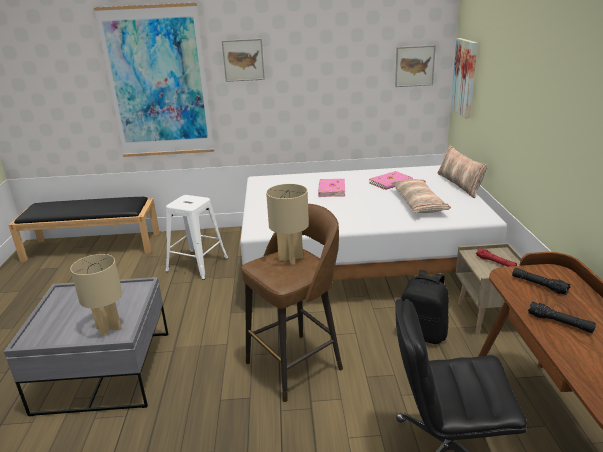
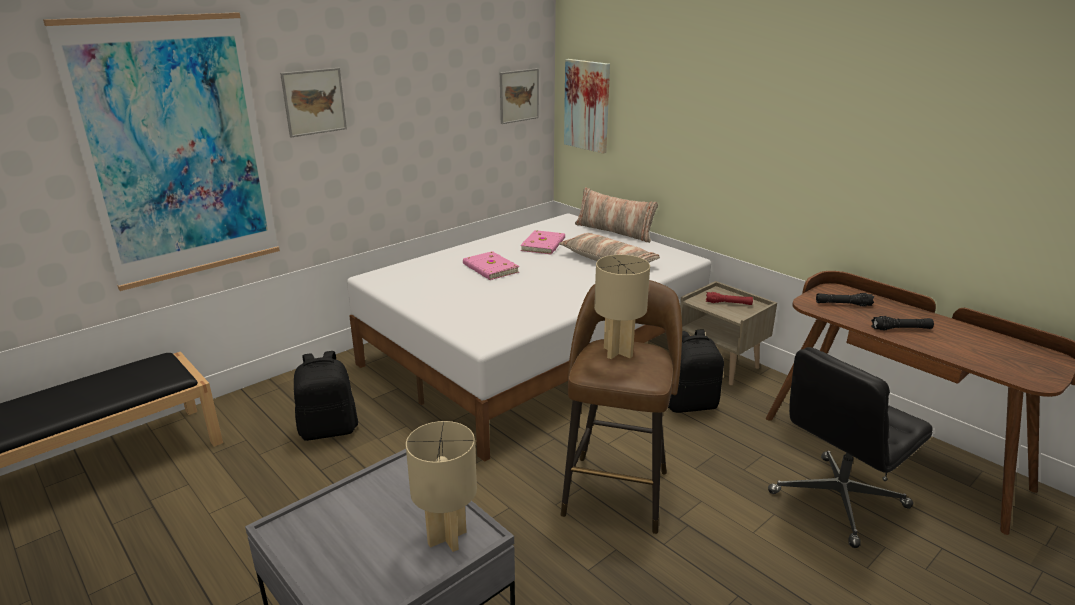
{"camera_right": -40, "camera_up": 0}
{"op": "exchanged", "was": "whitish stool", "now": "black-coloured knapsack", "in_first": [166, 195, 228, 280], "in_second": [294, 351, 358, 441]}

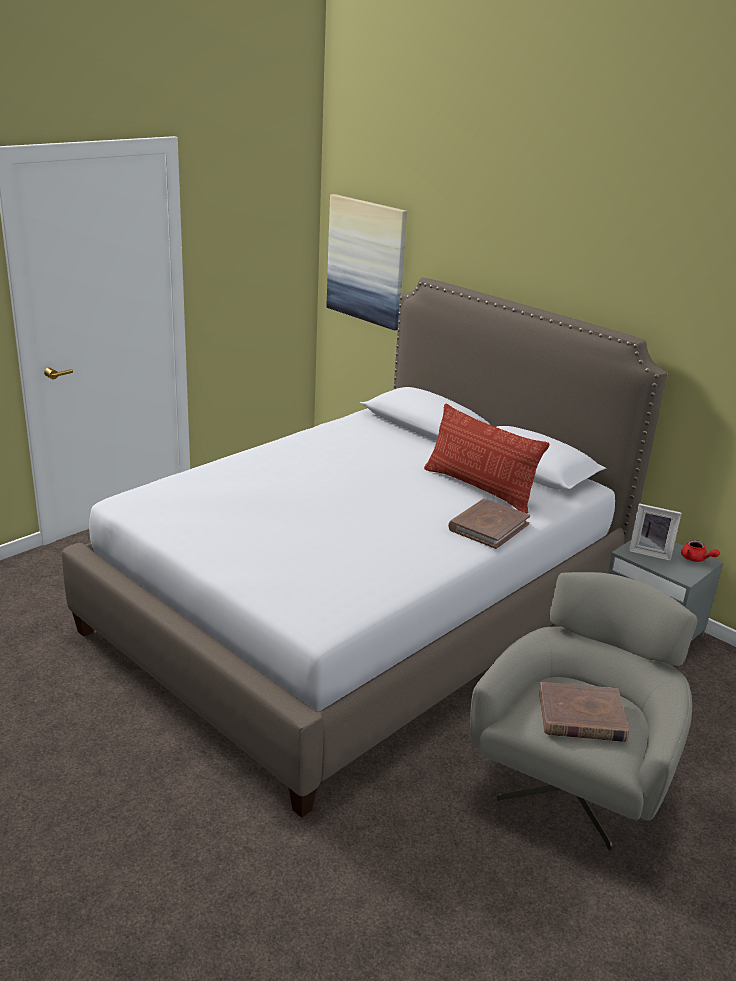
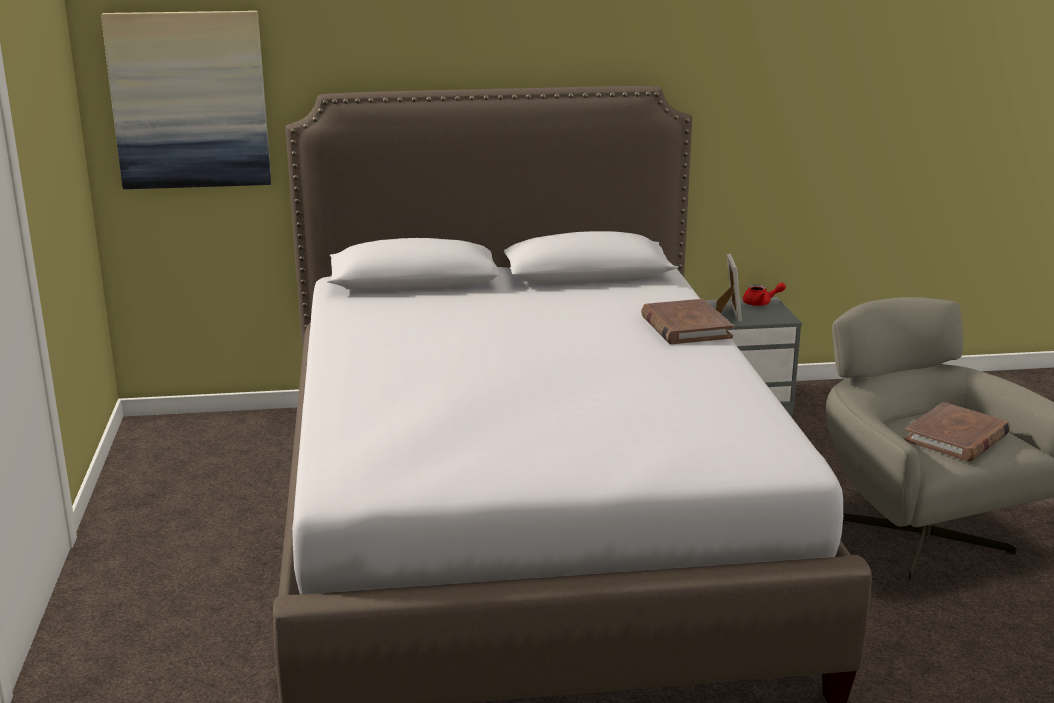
{"camera_right": -50, "camera_up": -5}
{"op": "spun", "was": "picture frame", "in_first": [629, 503, 682, 561], "in_second": [716, 253, 742, 322], "clockwise": -60}
{"op": "missing", "was": "throw pillow", "in_first": [424, 404, 550, 514]}

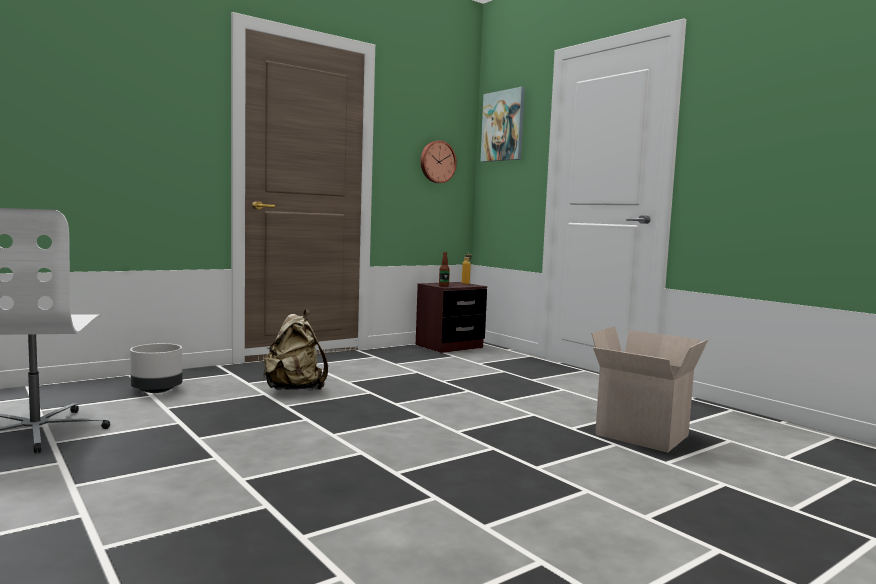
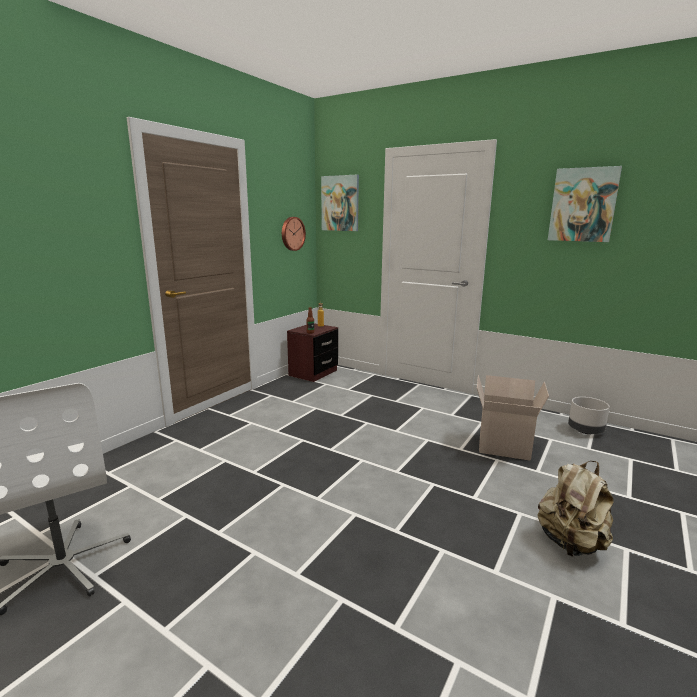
{"camera_right": -20, "camera_up": 10}
{"op": "relocated", "was": "beige-coloured knapsack", "in_first": [263, 309, 328, 390], "in_second": [537, 461, 614, 557]}
{"op": "appeared", "now": "wall art", "in_second": [548, 166, 622, 242]}
{"op": "relocated", "was": "greyish planter", "in_first": [130, 343, 182, 393], "in_second": [568, 397, 610, 434]}

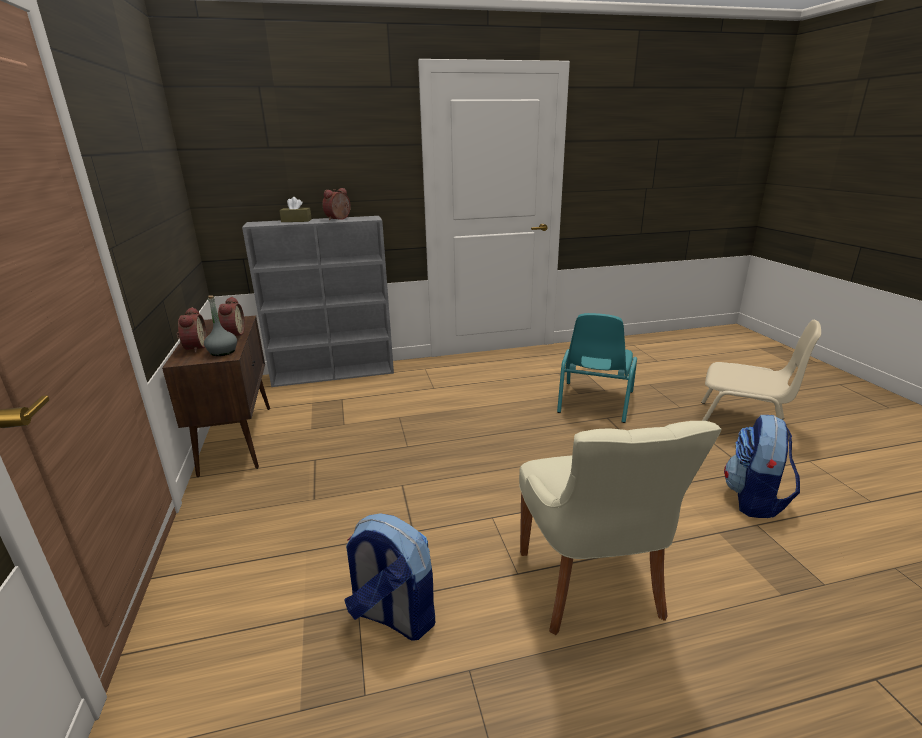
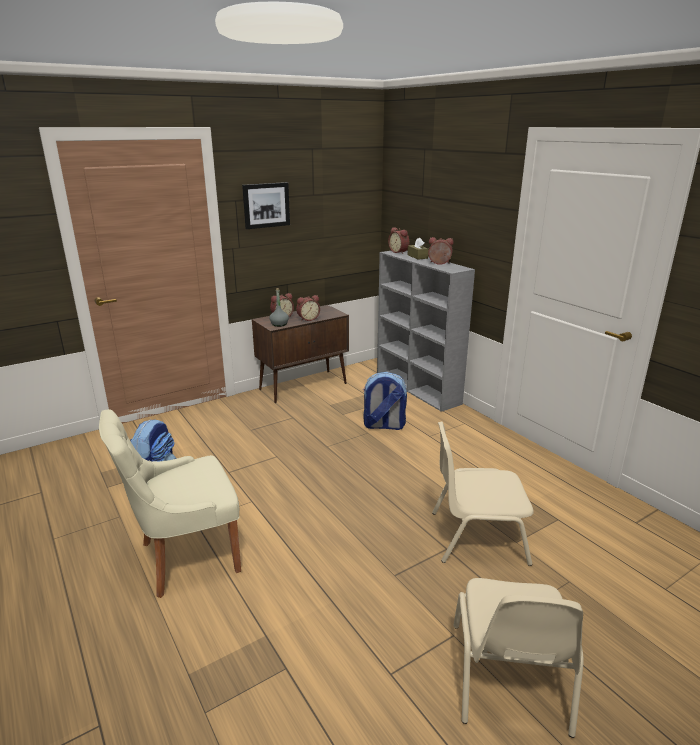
{"camera_right": 70, "camera_up": 0}
{"op": "appeared", "now": "wall art", "in_second": [242, 182, 290, 229]}
{"op": "relocated", "was": "knapsack", "in_first": [724, 415, 800, 518], "in_second": [363, 372, 407, 430]}
{"op": "appeared", "now": "bedside clock", "in_second": [388, 227, 409, 254]}
{"op": "colour", "was": "turquoise-coloured chair", "now": "beige-coloured chair", "in_first": [557, 313, 637, 423], "in_second": [432, 421, 534, 566]}

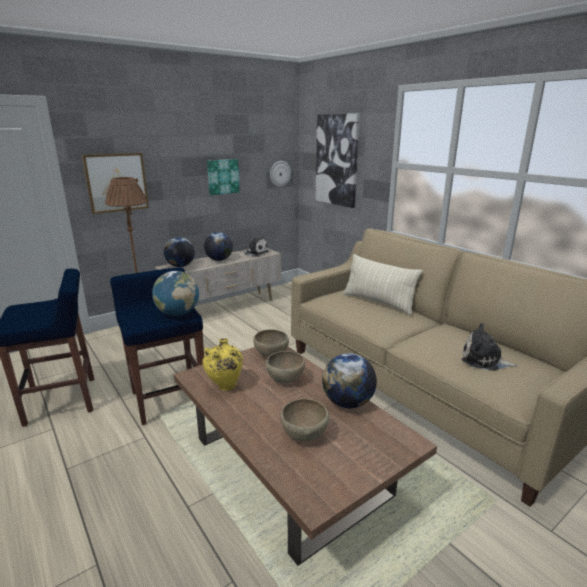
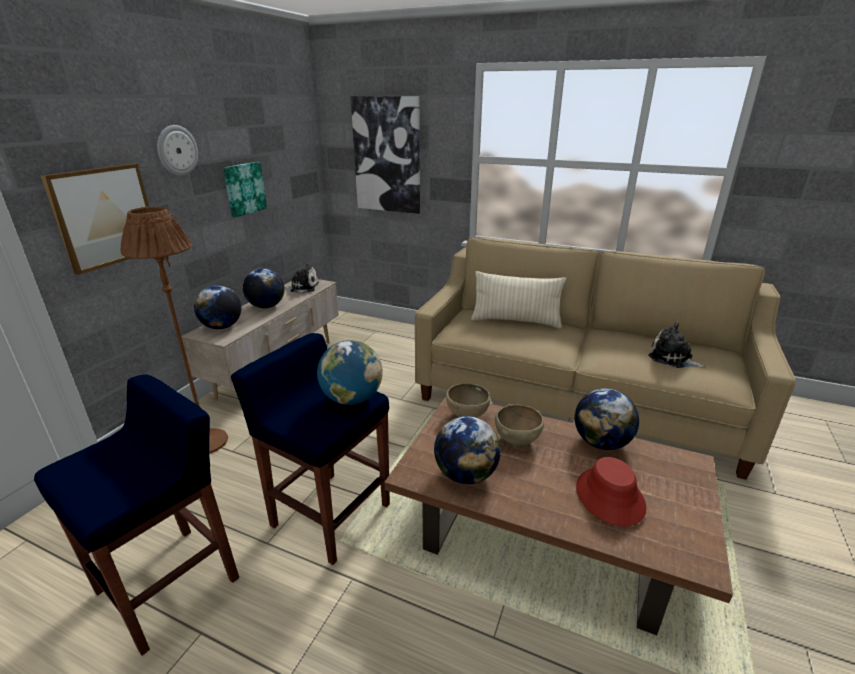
{"camera_right": -30, "camera_up": 5}
{"op": "relocated", "was": "clock on the wall", "in_first": [270, 161, 291, 187], "in_second": [157, 125, 198, 176]}
{"op": "exchanged", "was": "yellow-coloured flower vase", "now": "globe", "in_first": [202, 338, 243, 391], "in_second": [434, 416, 501, 484]}
{"op": "exchanged", "was": "brownish deep dish", "now": "red wearable hat", "in_first": [280, 398, 329, 442], "in_second": [576, 457, 647, 526]}
{"op": "spun", "was": "soft toy", "in_first": [461, 323, 518, 371], "in_second": [648, 322, 707, 368], "clockwise": 45}

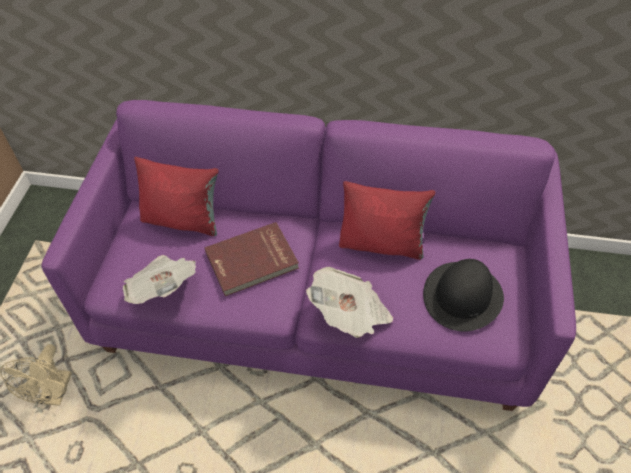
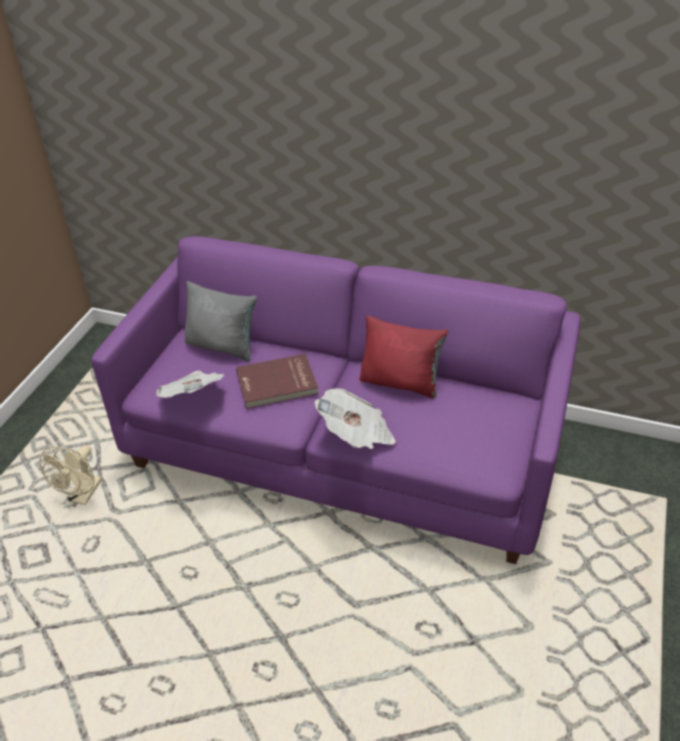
{"camera_right": 10, "camera_up": -10}
{"op": "colour", "was": "red throw pillow", "now": "greyish throw pillow", "in_first": [134, 157, 219, 236], "in_second": [185, 281, 257, 361]}
{"op": "missing", "was": "black-coloured wearable hat", "in_first": [423, 259, 504, 332]}

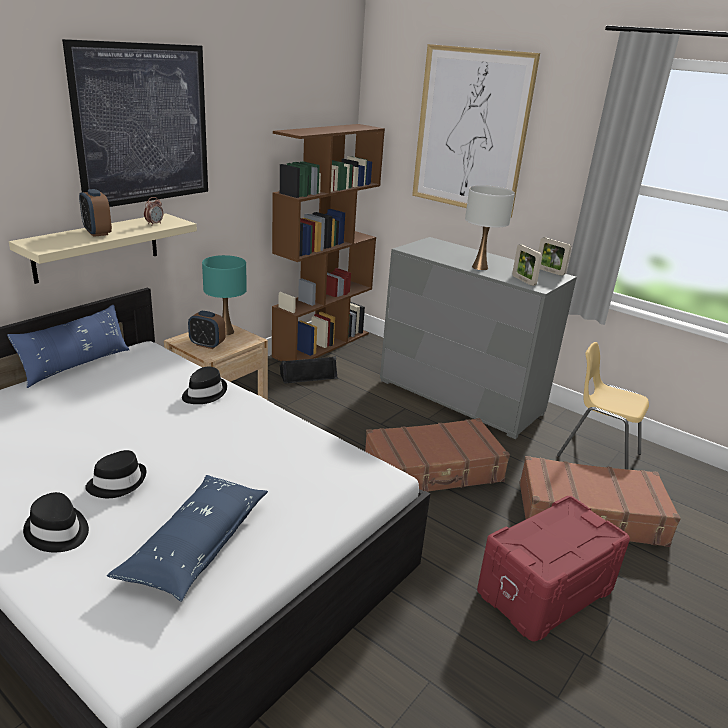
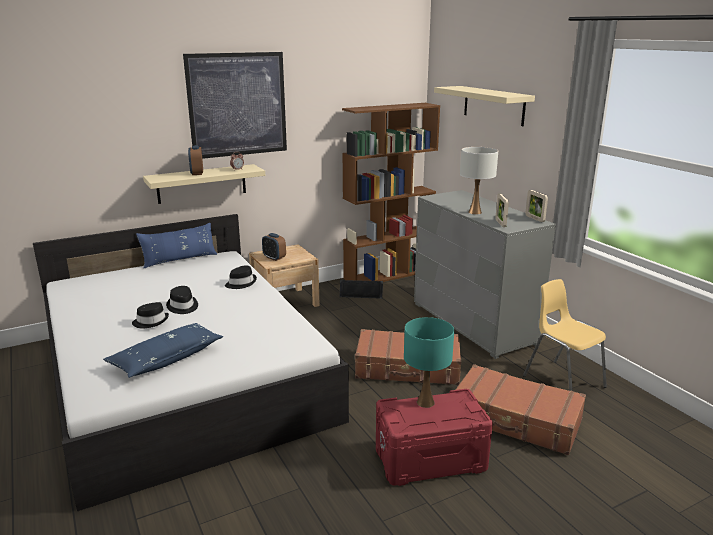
{"camera_right": 25, "camera_up": -5}
{"op": "relocated", "was": "black-coloured wearable hat", "in_first": [23, 492, 89, 552], "in_second": [166, 286, 198, 314]}
{"op": "relocated", "was": "turquoise-coloured lamp for a table", "in_first": [202, 255, 247, 335], "in_second": [404, 317, 454, 408]}
{"op": "exchanged", "was": "wall art", "now": "beige-coloured bracket shelf", "in_first": [412, 44, 540, 218], "in_second": [434, 86, 535, 126]}

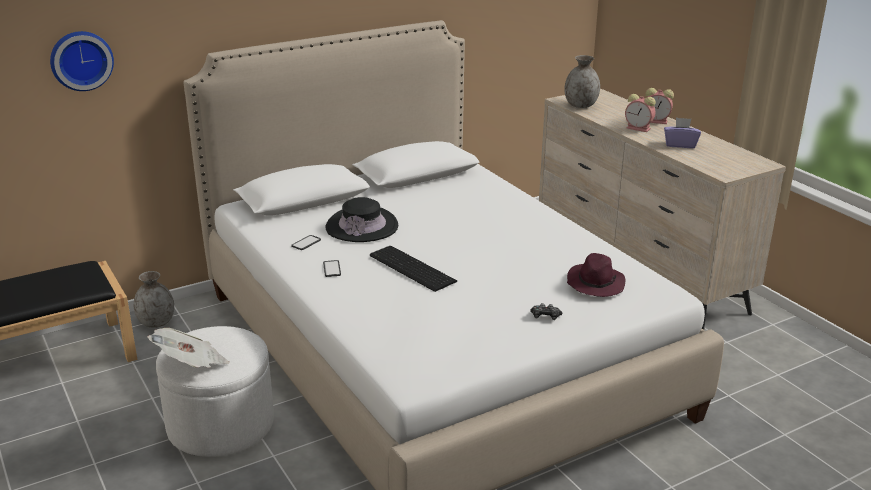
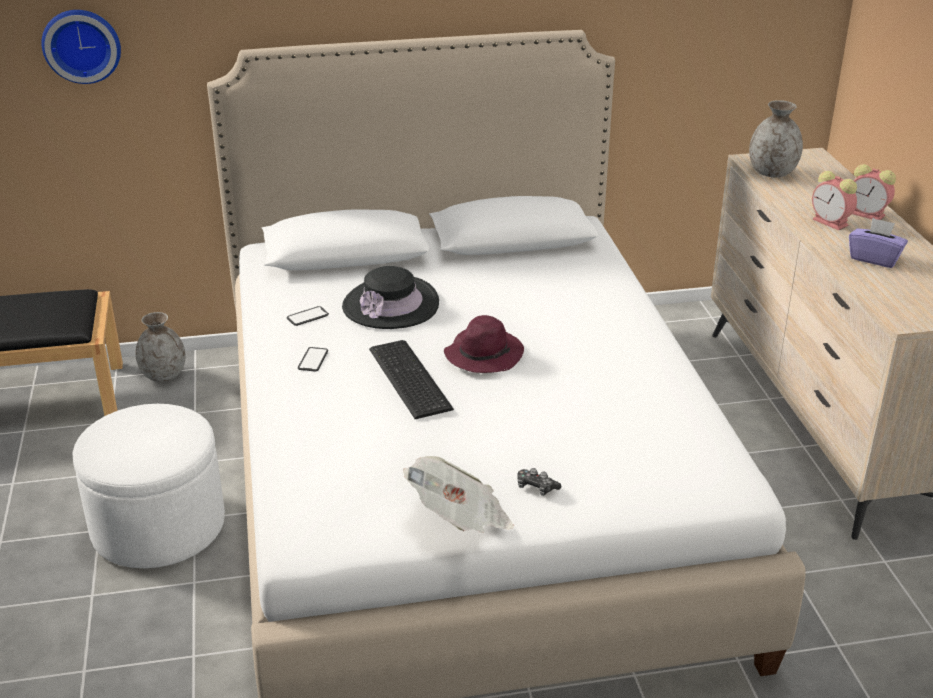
{"camera_right": 20, "camera_up": 5}
{"op": "relocated", "was": "daily paper", "in_first": [147, 328, 229, 368], "in_second": [403, 456, 514, 533]}
{"op": "relocated", "was": "purple-coloured wearable hat", "in_first": [567, 253, 625, 297], "in_second": [444, 315, 524, 373]}

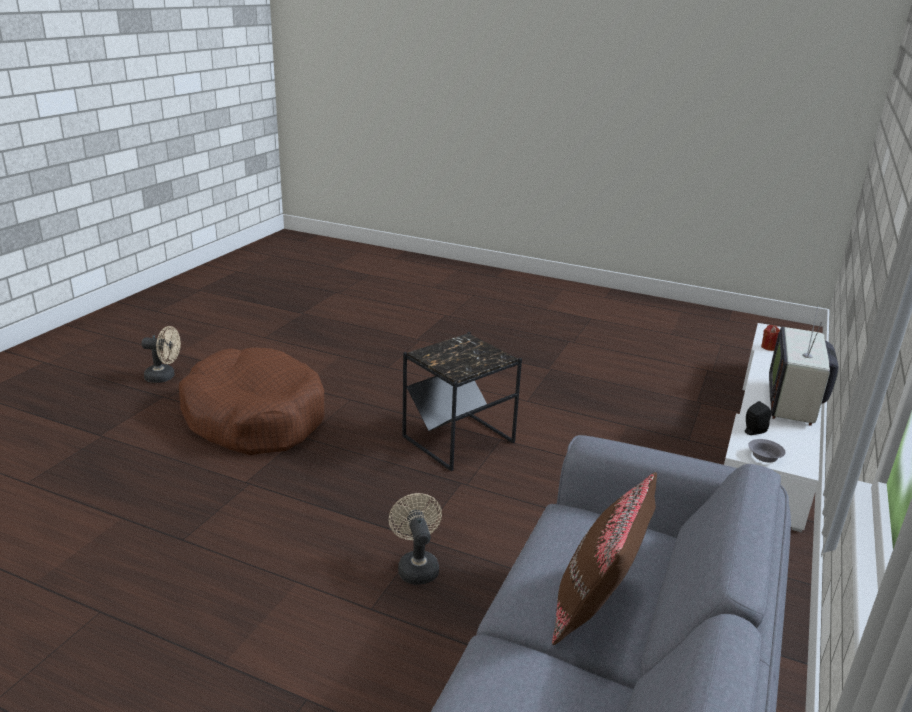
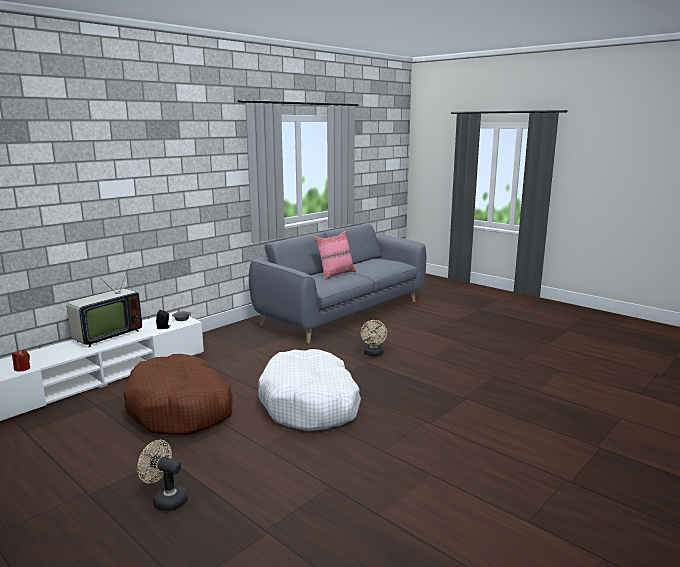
{"camera_right": -160, "camera_up": -10}
{"op": "relocated", "was": "brownish dog bed", "in_first": [179, 347, 325, 455], "in_second": [124, 354, 233, 435]}
{"op": "relocated", "was": "beige-coloured fan", "in_first": [141, 326, 181, 383], "in_second": [137, 440, 188, 511]}
{"op": "exchanged", "was": "black-coloured side table", "now": "whitish dog bed", "in_first": [402, 332, 522, 471], "in_second": [258, 349, 361, 431]}
{"op": "colour", "was": "brownish throw pillow", "now": "pink-coloured throw pillow", "in_first": [552, 472, 657, 645], "in_second": [314, 230, 356, 280]}

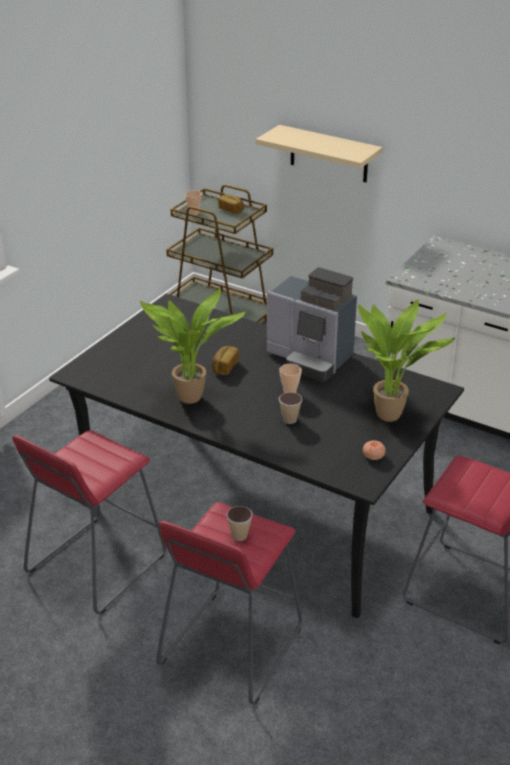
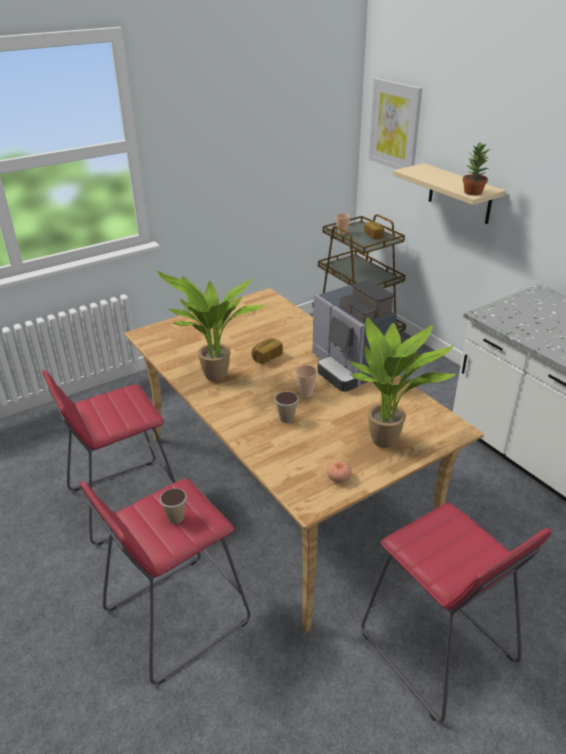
{"camera_right": 25, "camera_up": 0}
{"op": "colour", "was": "black-coloured dinner table", "now": "beige-coloured dinner table", "in_first": [49, 294, 464, 618], "in_second": [124, 288, 484, 633]}
{"op": "appeared", "now": "wall art", "in_second": [369, 78, 422, 169]}
{"op": "appeared", "now": "houseplant", "in_second": [462, 142, 490, 195]}

